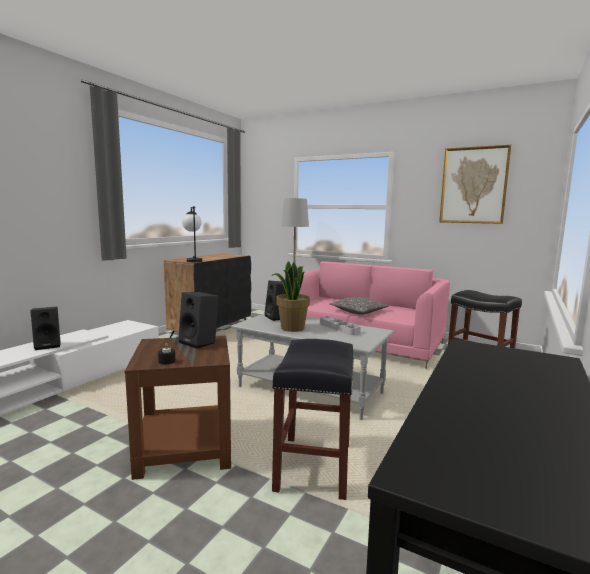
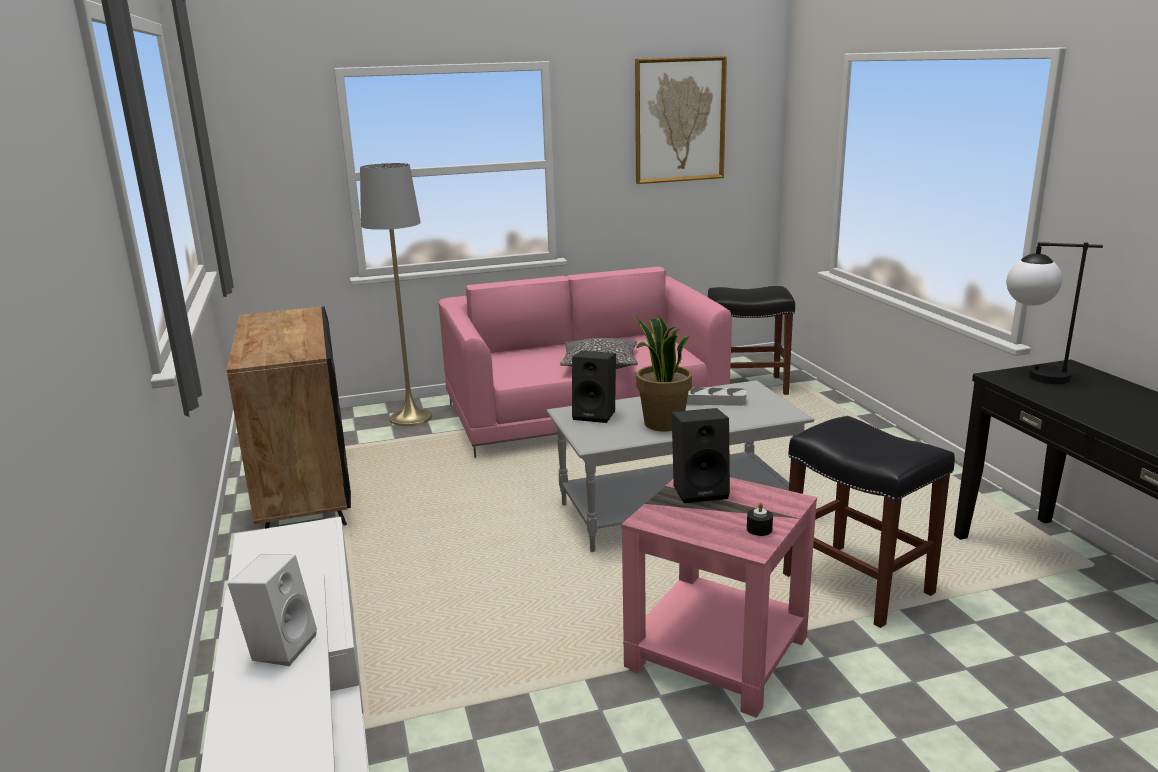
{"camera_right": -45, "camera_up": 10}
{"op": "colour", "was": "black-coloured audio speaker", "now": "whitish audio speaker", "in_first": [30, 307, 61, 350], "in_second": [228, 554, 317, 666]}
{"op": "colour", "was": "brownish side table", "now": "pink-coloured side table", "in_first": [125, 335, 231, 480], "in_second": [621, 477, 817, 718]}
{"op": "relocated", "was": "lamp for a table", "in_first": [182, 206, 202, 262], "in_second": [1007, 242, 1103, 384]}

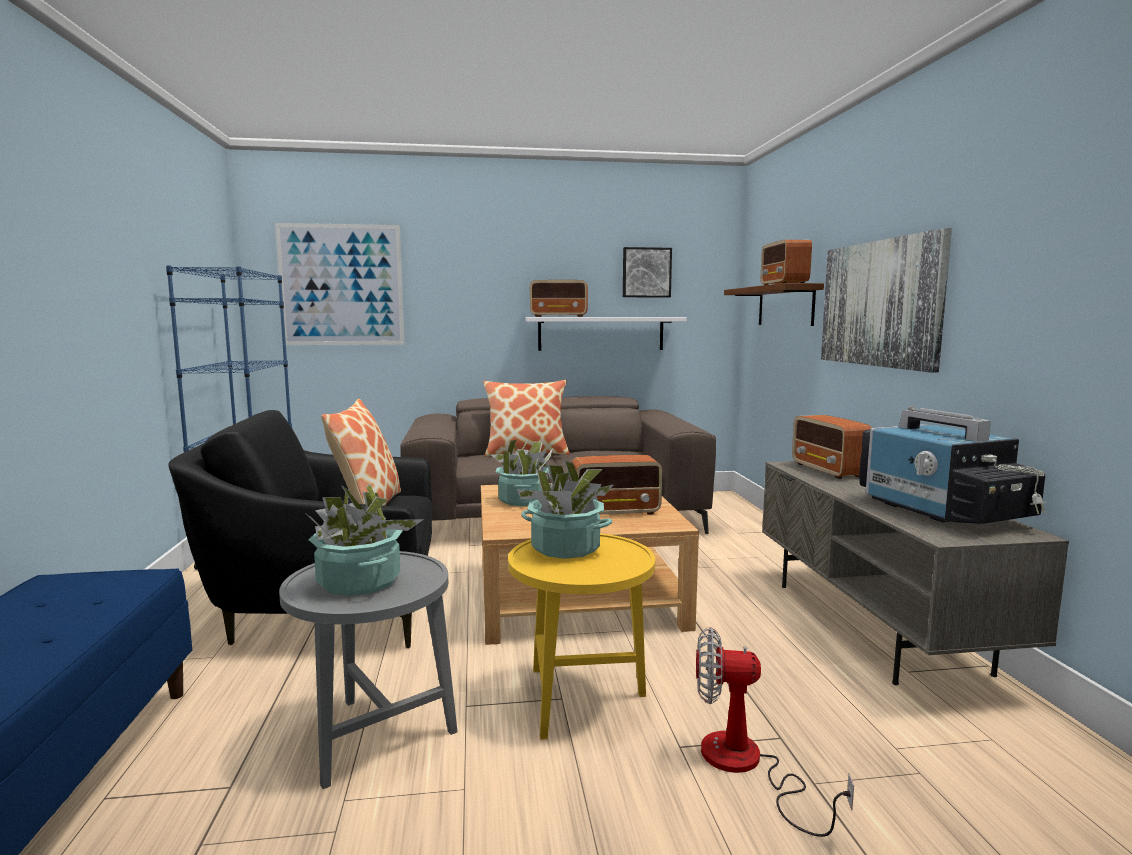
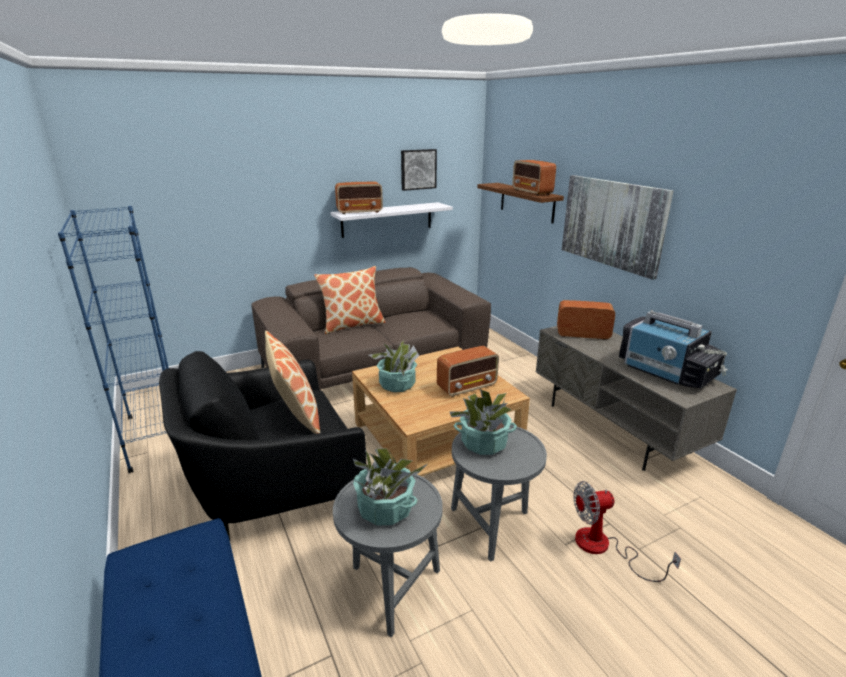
{"camera_right": -20, "camera_up": 15}
{"op": "colour", "was": "yellow-coloured side table", "now": "greyish side table", "in_first": [508, 533, 655, 740], "in_second": [451, 425, 547, 562]}
{"op": "spun", "was": "radio receiver", "in_first": [792, 415, 872, 479], "in_second": [557, 300, 615, 340], "clockwise": 135}
{"op": "missing", "was": "wall art", "in_first": [275, 223, 405, 345]}

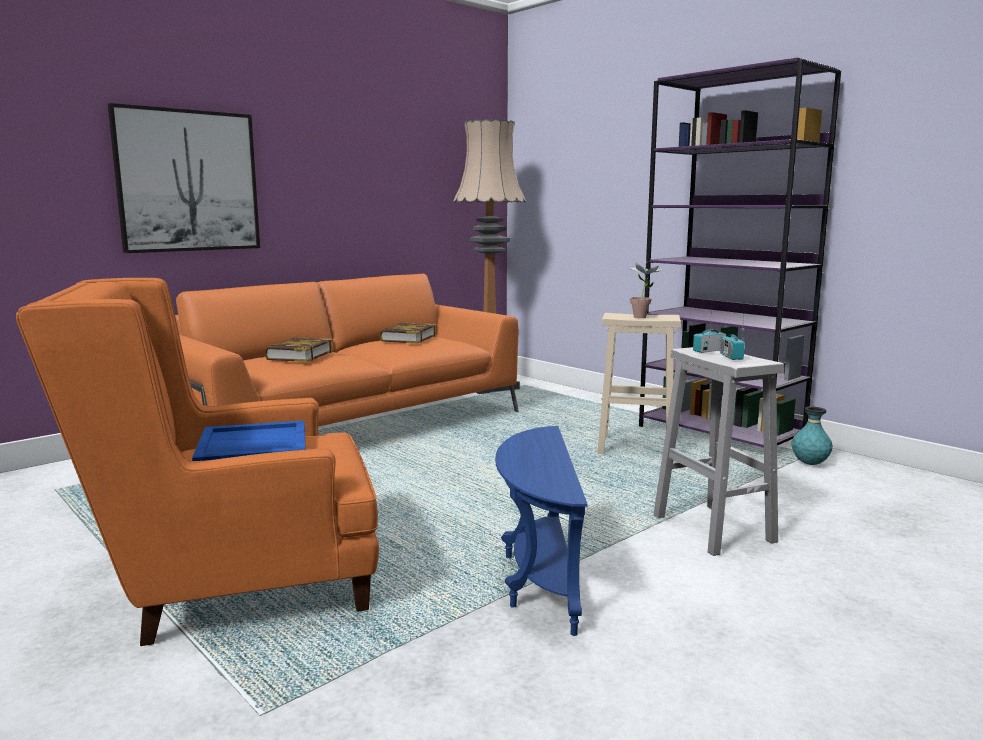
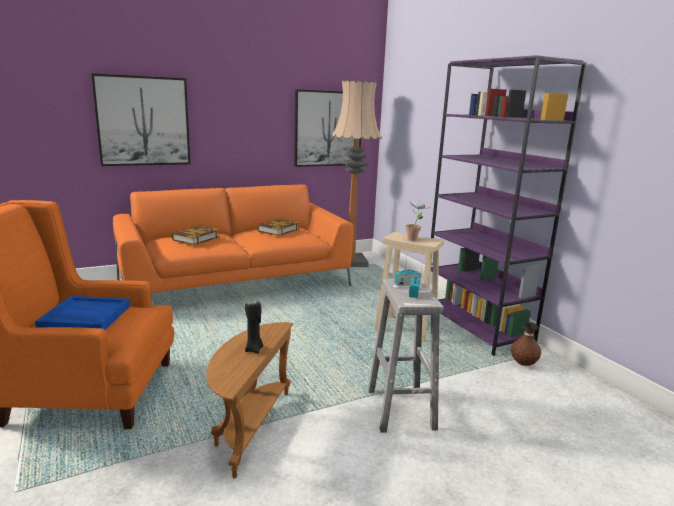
{"camera_right": 15, "camera_up": 5}
{"op": "colour", "was": "blue side table", "now": "brownish side table", "in_first": [495, 426, 587, 636], "in_second": [206, 322, 293, 478]}
{"op": "appeared", "now": "black-coloured wax candle", "in_second": [245, 301, 263, 354]}
{"op": "appeared", "now": "wall art", "in_second": [294, 89, 361, 167]}
{"op": "colour", "was": "turquoise-coloured flower vase", "now": "brownish flower vase", "in_first": [792, 407, 833, 465], "in_second": [511, 322, 541, 366]}

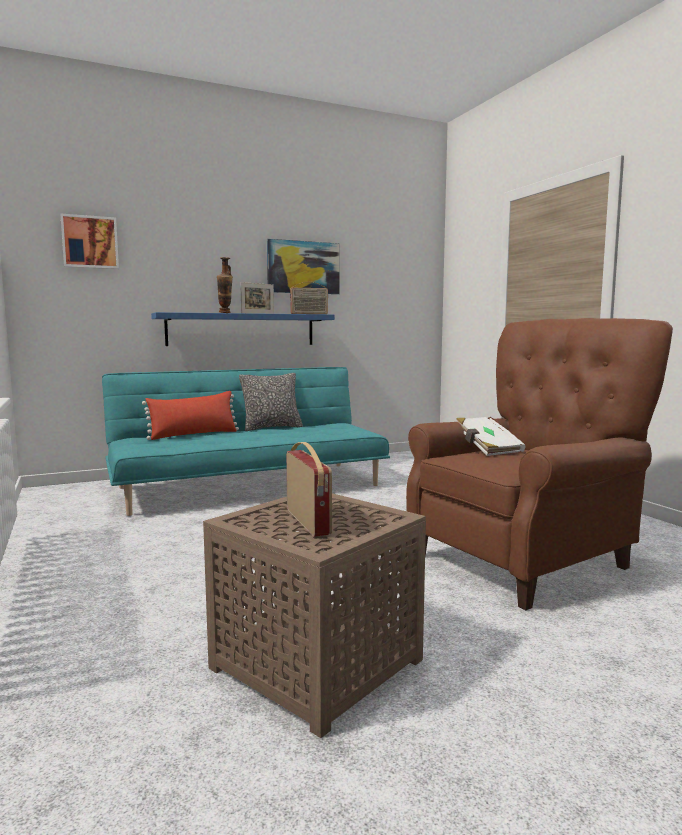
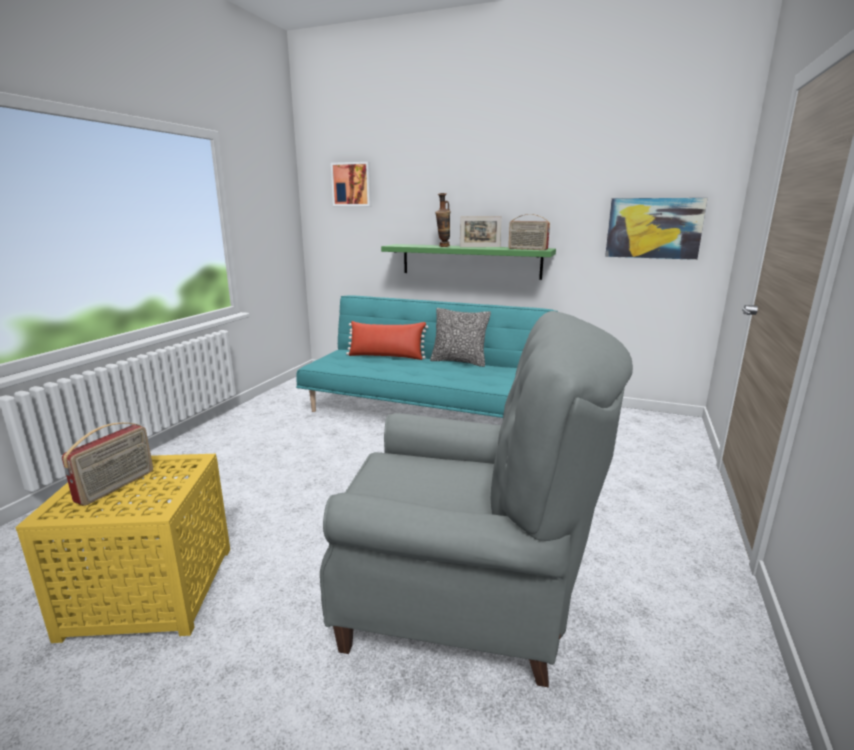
{"camera_right": 45, "camera_up": 10}
{"op": "colour", "was": "brownish side table", "now": "yellow-coloured side table", "in_first": [203, 493, 426, 738], "in_second": [15, 454, 230, 643]}
{"op": "colour", "was": "brownish lounge chair", "now": "greyish lounge chair", "in_first": [406, 318, 673, 610], "in_second": [320, 311, 633, 687]}
{"op": "colour", "was": "blue bracket shelf", "now": "greenish bracket shelf", "in_first": [151, 312, 335, 346], "in_second": [381, 244, 556, 280]}
{"op": "relocated", "was": "wall art", "in_first": [267, 239, 340, 294], "in_second": [605, 198, 708, 260]}
{"op": "missing", "was": "whitish book", "in_first": [457, 417, 526, 456]}

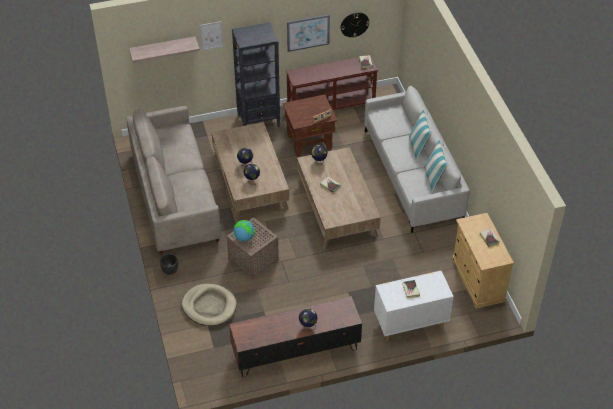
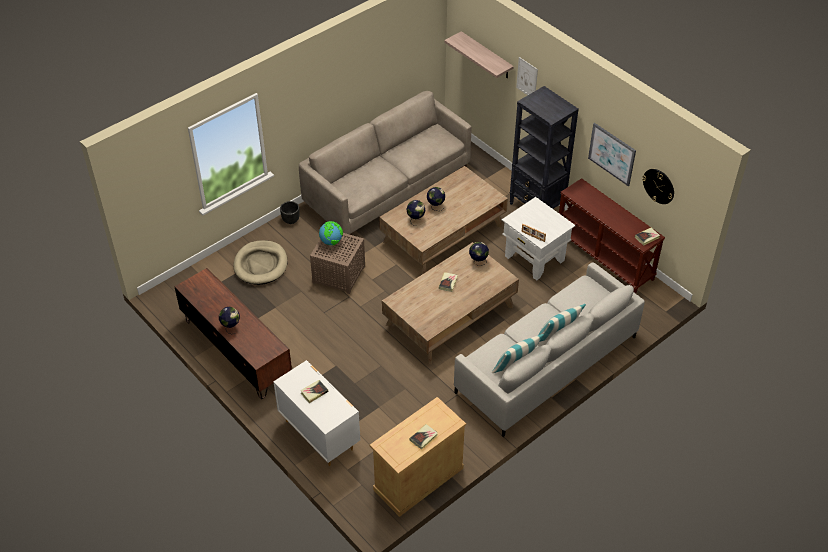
{"camera_right": 65, "camera_up": 0}
{"op": "colour", "was": "brownish side table", "now": "whitish side table", "in_first": [283, 94, 337, 157], "in_second": [502, 197, 576, 281]}

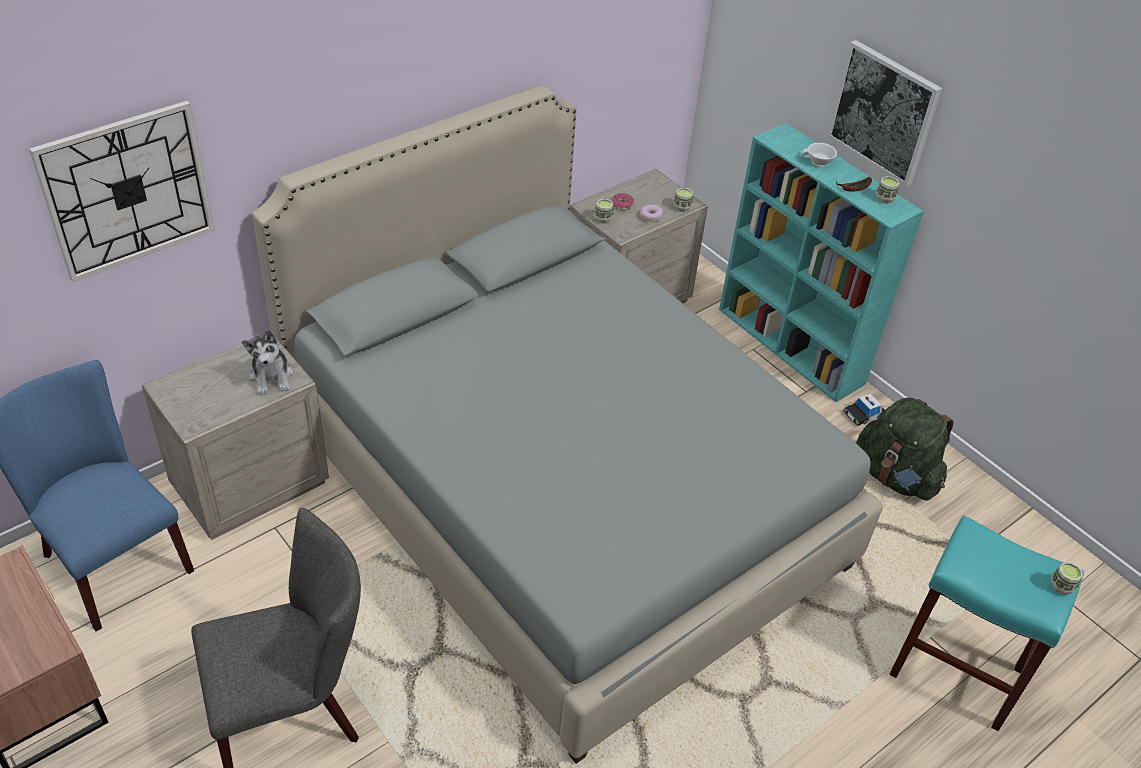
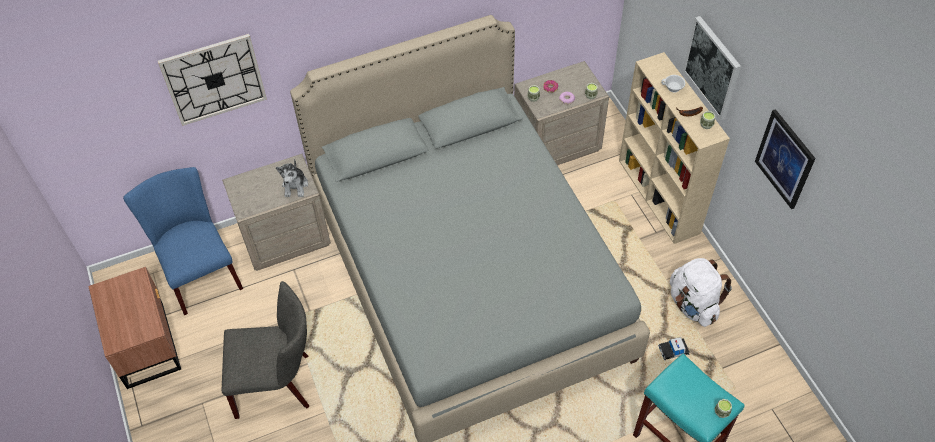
{"camera_right": 20, "camera_up": 10}
{"op": "colour", "was": "turquoise-coloured bookcase", "now": "beige-coloured bookcase", "in_first": [719, 123, 924, 402], "in_second": [619, 52, 730, 244]}
{"op": "relocated", "was": "toy car", "in_first": [843, 393, 885, 426], "in_second": [658, 337, 690, 360]}
{"op": "colour", "was": "greenish knapsack", "now": "whitish knapsack", "in_first": [856, 397, 953, 501], "in_second": [670, 258, 732, 327]}
{"op": "appeared", "now": "wall art", "in_second": [755, 109, 816, 209]}

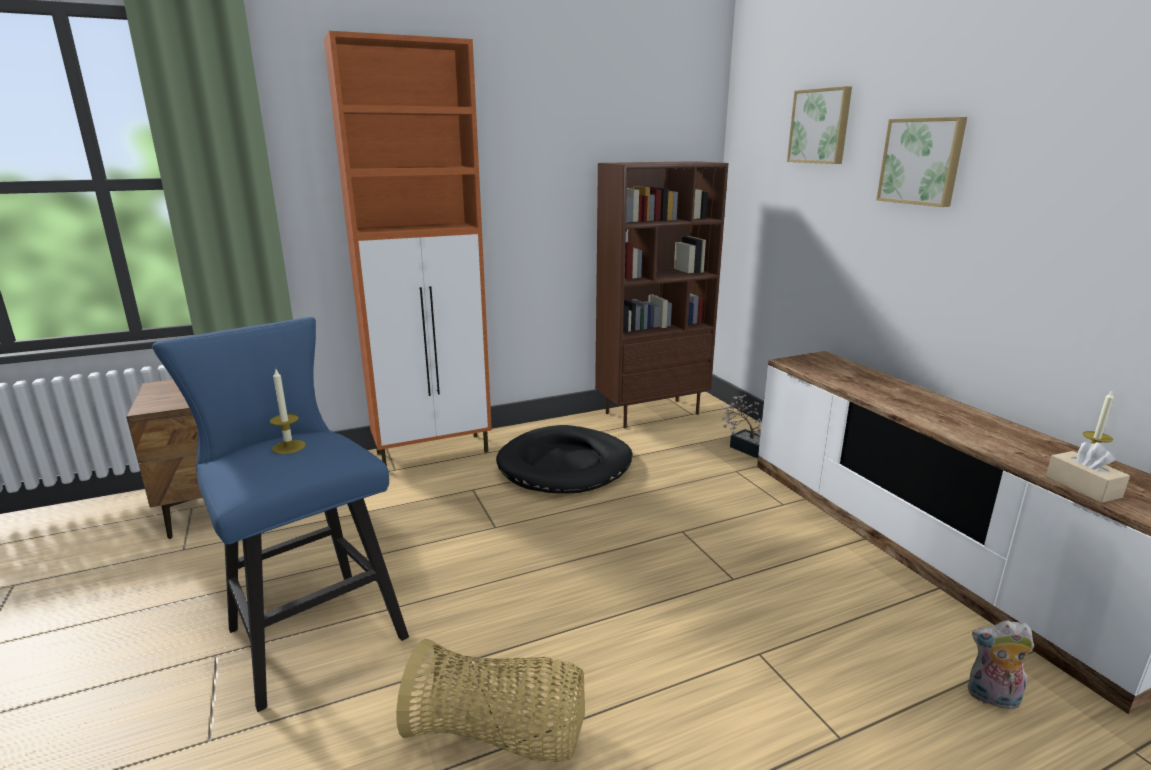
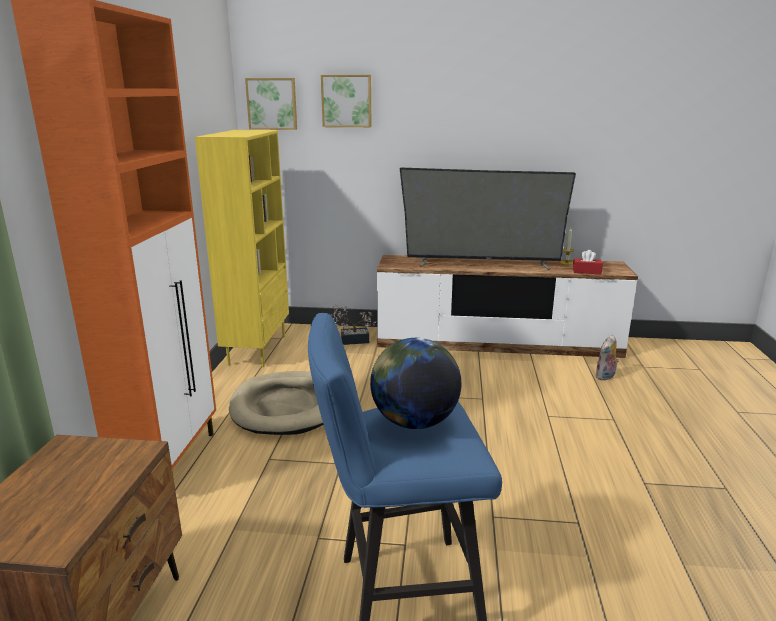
{"camera_right": -60, "camera_up": 0}
{"op": "colour", "was": "brownish bookcase", "now": "yellow-coloured bookcase", "in_first": [595, 161, 728, 428], "in_second": [195, 130, 289, 367]}
{"op": "colour", "was": "black-coloured dog bed", "now": "beige-coloured dog bed", "in_first": [496, 425, 633, 494], "in_second": [229, 371, 324, 435]}
{"op": "relocated", "was": "wall art", "in_first": [877, 117, 967, 207], "in_second": [245, 78, 297, 130]}
{"op": "exchanged", "was": "wax candle", "now": "globe", "in_first": [270, 369, 306, 454], "in_second": [370, 338, 461, 429]}
{"op": "appeared", "now": "TV set", "in_second": [400, 168, 576, 270]}
{"op": "colour", "was": "beige-coloured tissue box", "now": "red tissue box", "in_first": [1046, 442, 1130, 503], "in_second": [573, 250, 603, 274]}
{"op": "missing", "was": "household basket", "in_first": [396, 639, 585, 762]}

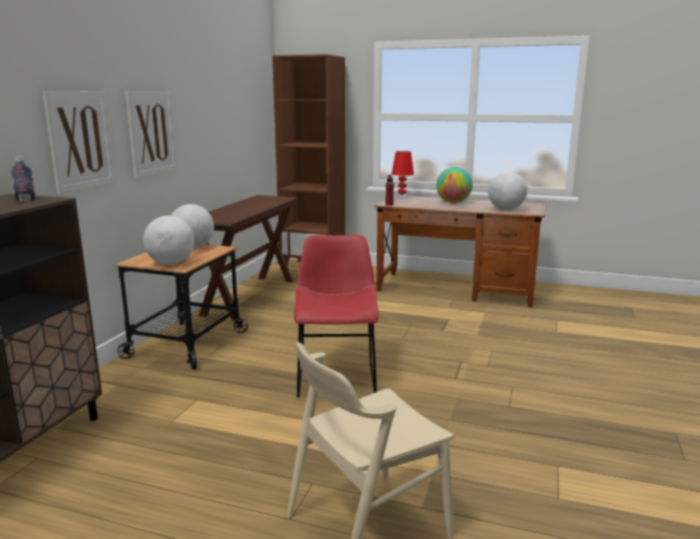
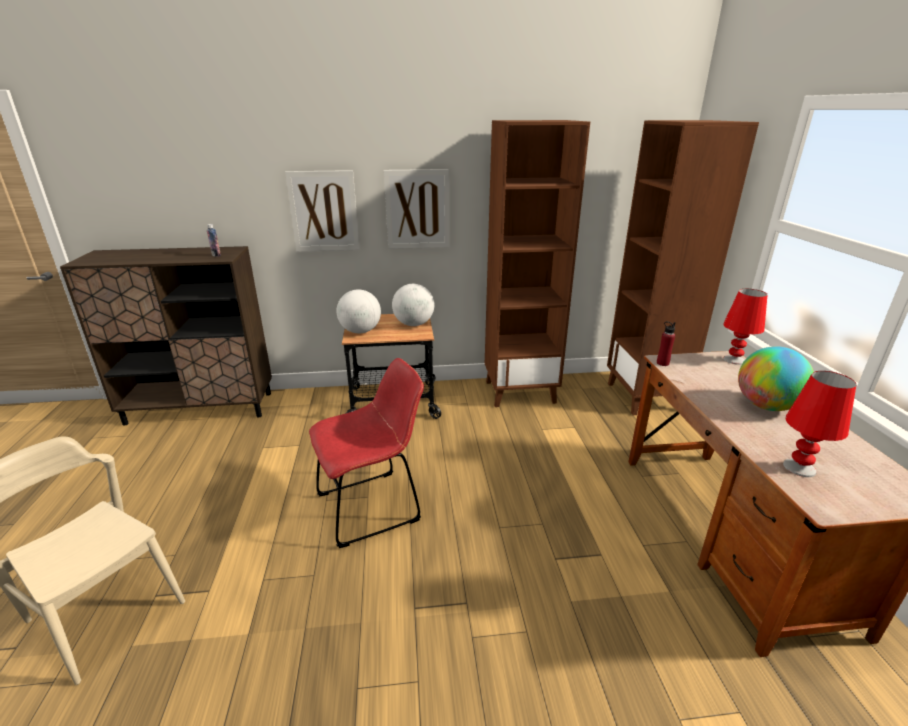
{"camera_right": 65, "camera_up": 10}
{"op": "exchanged", "was": "brownish hall table", "now": "brownish bookcase", "in_first": [199, 195, 298, 320], "in_second": [485, 120, 590, 407]}
{"op": "exchanged", "was": "globe", "now": "red lamp for a table", "in_first": [488, 172, 527, 210], "in_second": [783, 371, 856, 477]}

